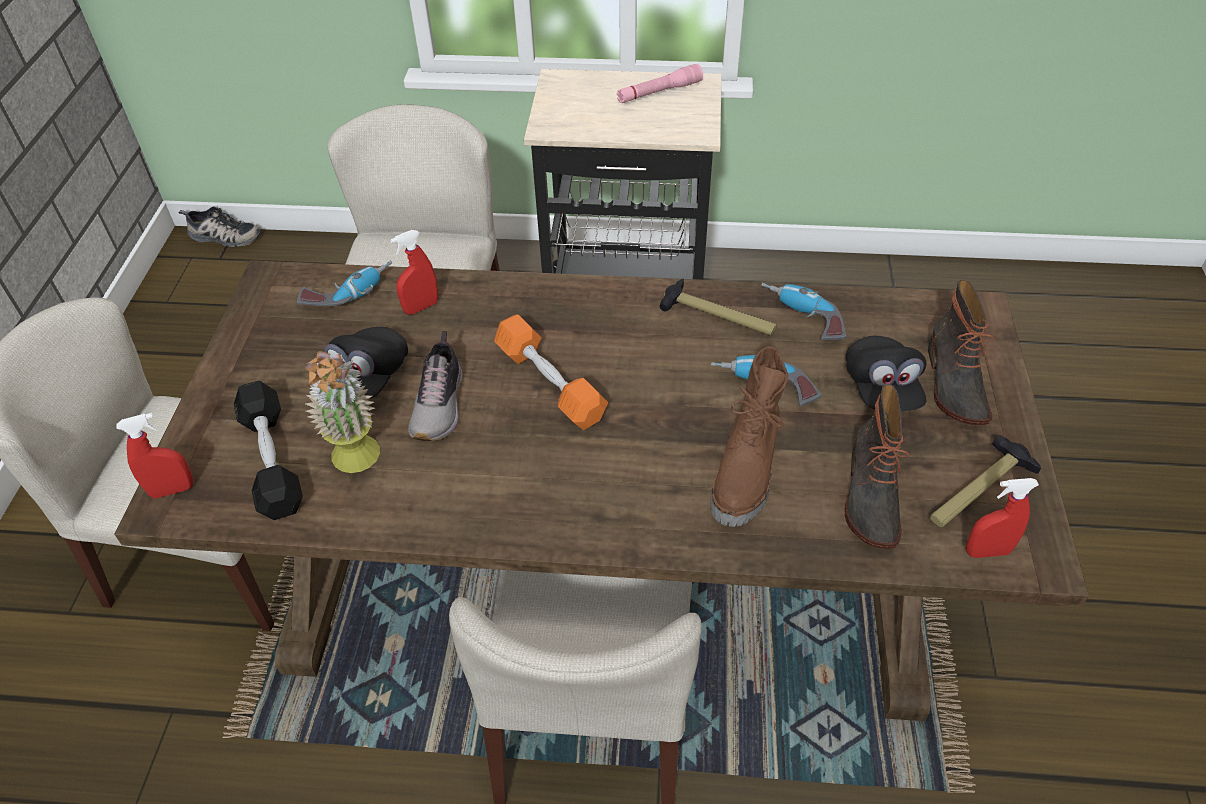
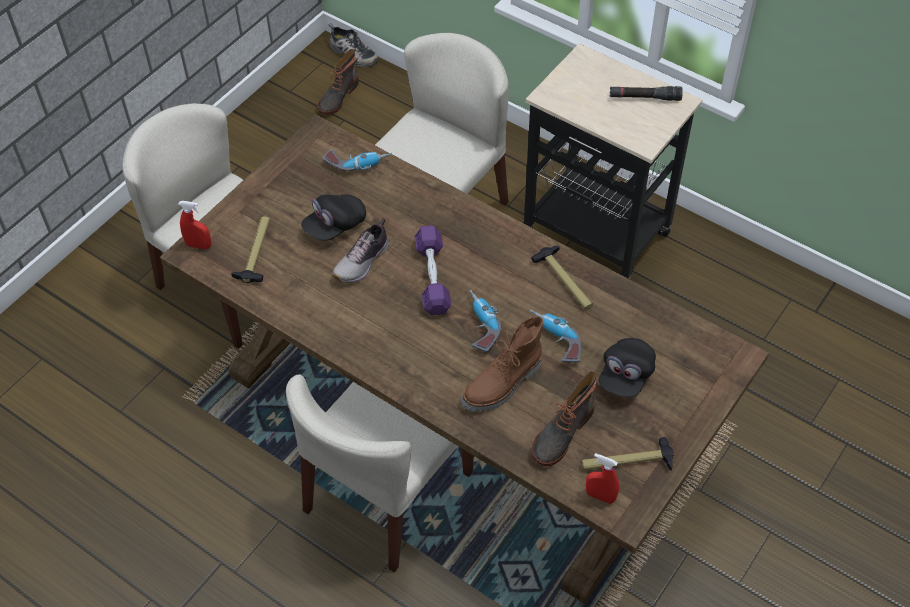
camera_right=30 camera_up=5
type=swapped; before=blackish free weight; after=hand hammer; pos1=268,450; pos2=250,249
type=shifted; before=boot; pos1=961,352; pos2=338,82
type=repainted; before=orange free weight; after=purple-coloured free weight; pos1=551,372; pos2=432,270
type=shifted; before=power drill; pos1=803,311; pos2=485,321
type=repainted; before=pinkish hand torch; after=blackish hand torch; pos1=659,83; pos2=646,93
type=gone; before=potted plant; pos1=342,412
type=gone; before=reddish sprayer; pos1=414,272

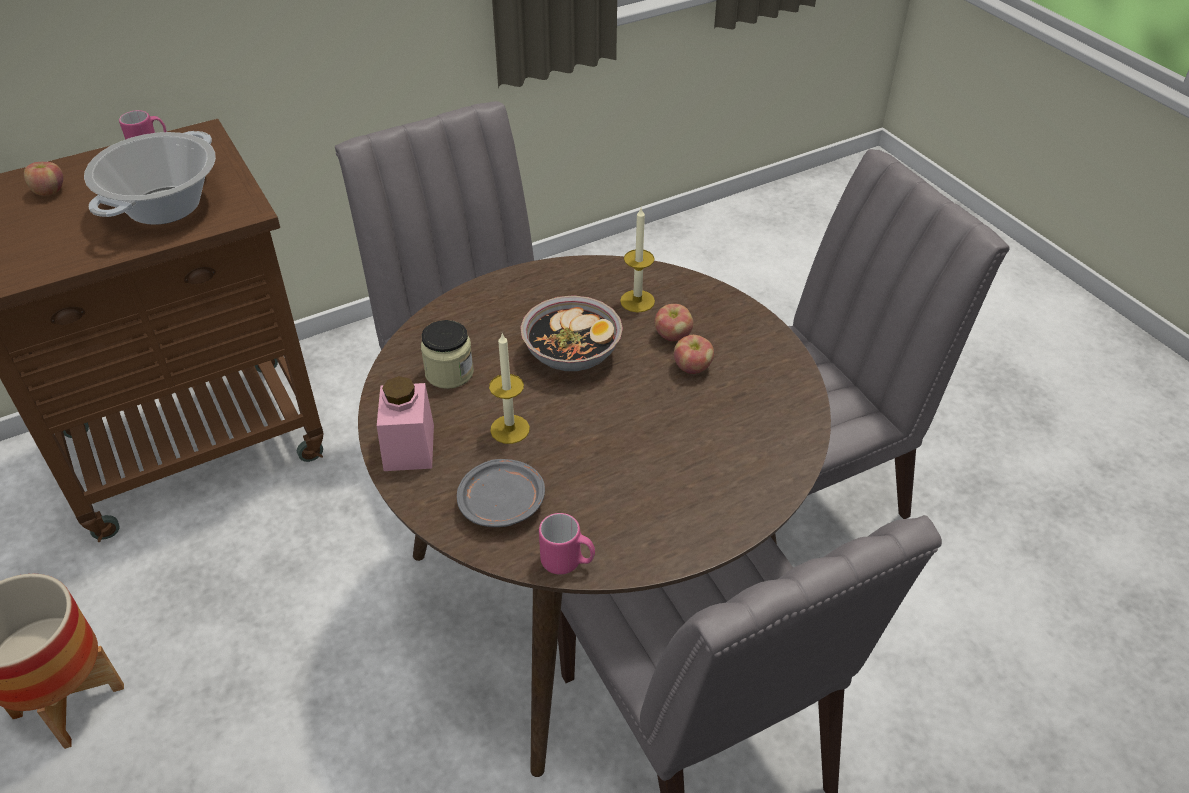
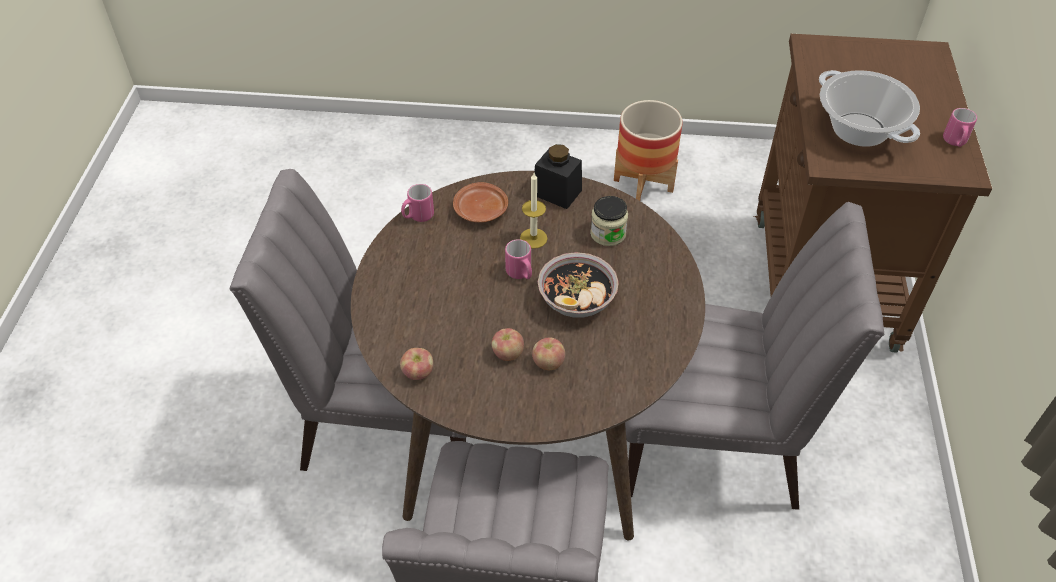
camera_right=125 camera_up=5
type=shifted; before=apple; pos1=43,179; pos2=416,364
type=repainted; before=greyish flat dish; after=brown-coloured flat dish; pos1=501,493; pos2=480,202
type=new; after=pinkish mug; pos2=518,259
type=repainted; before=pinkish jar; after=blackish jar; pos1=405,423; pos2=558,176
type=gone; before=wax candle; pos1=637,260

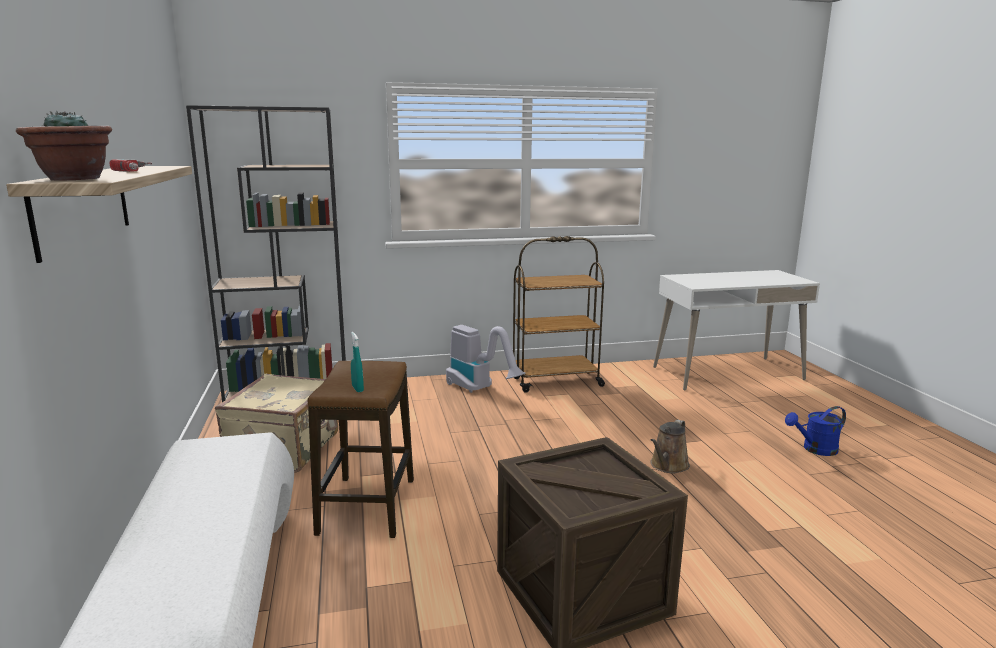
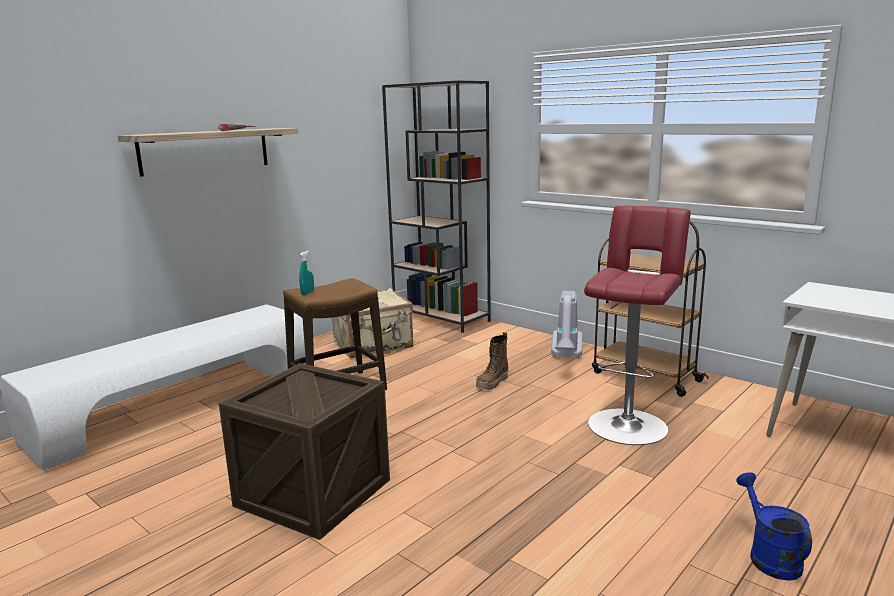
camera_right=55 camera_up=0
type=new; after=boot; pos2=492,361
type=new; after=reddish stool seat; pos2=637,325
type=rotated; before=blue sprinkling can; pos1=815,431; pos2=774,527; turn=45
type=gone; before=potted plant; pos1=64,146
type=gone; before=brown-coloured sprinkling can; pos1=670,447

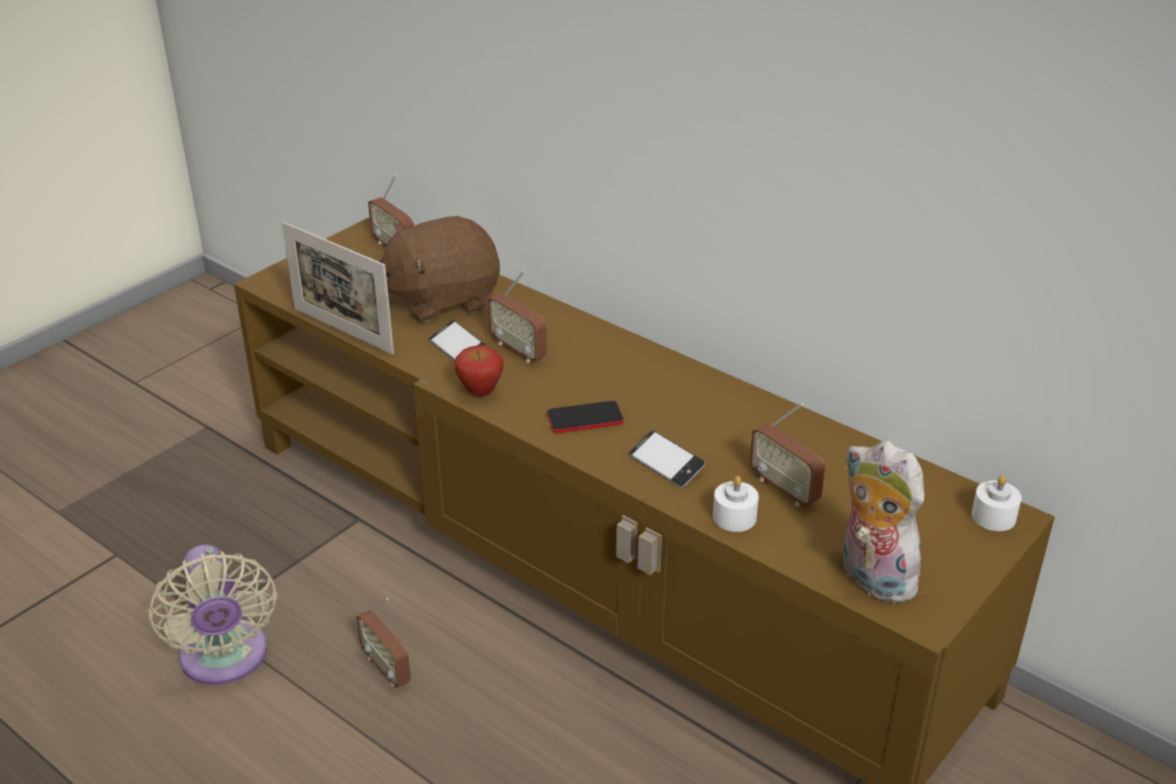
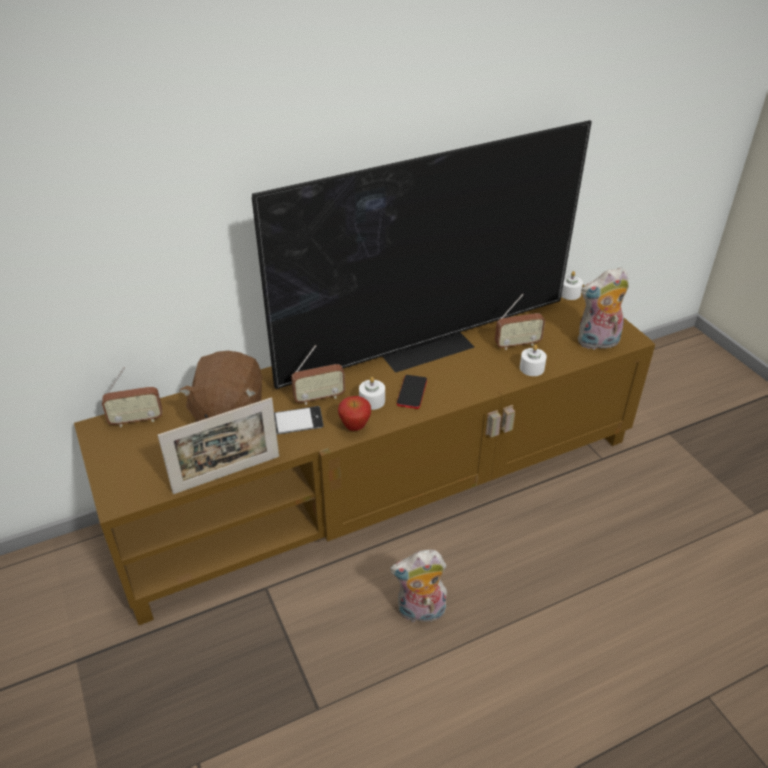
camera_right=-65 camera_up=5
type=new; after=TV; pos2=422,254
type=new; after=whitish wax candle; pos2=372,393
type=swapped; before=radio receiver; after=cuddly toy; pos1=383,643; pos2=418,586
type=gone; before=beige-coloured fan; pos1=212,615
type=gone; before=phone; pos1=667,459

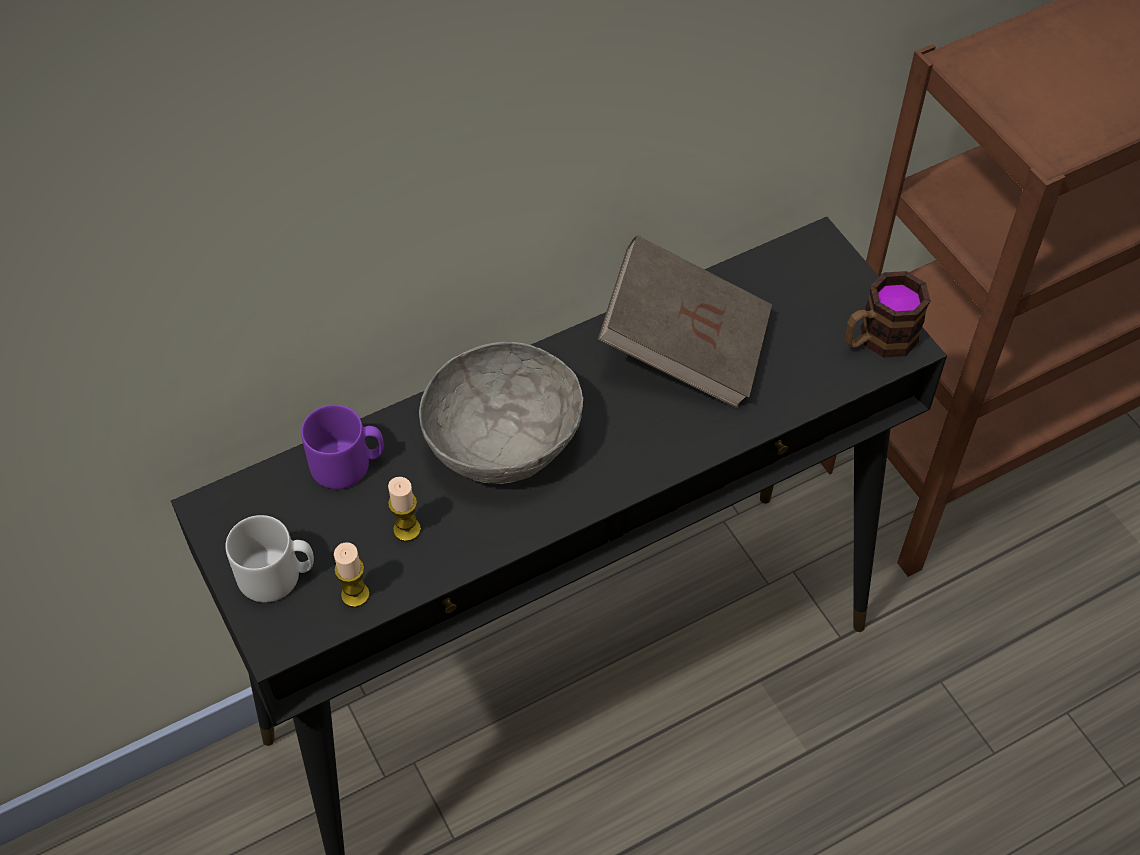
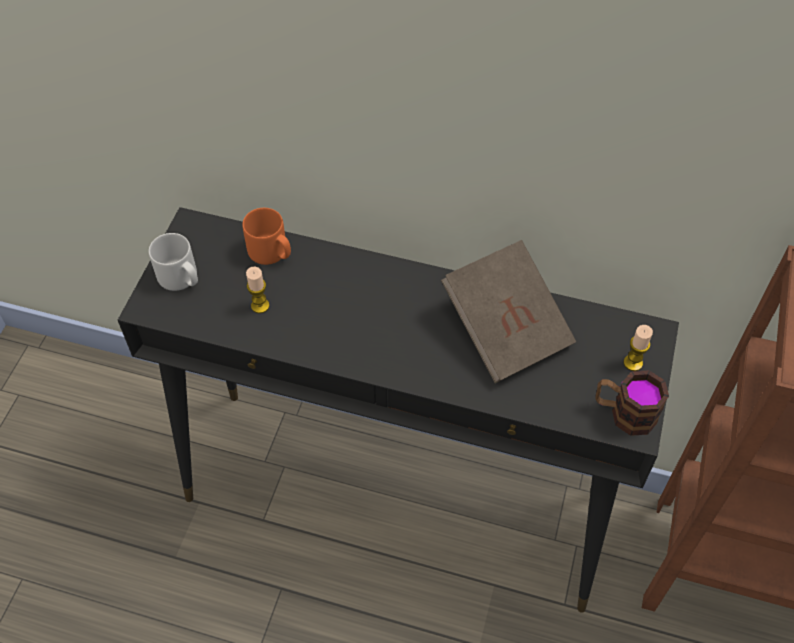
camera_right=45 camera_up=0
type=repainted; before=purple-coloured mug; after=orange mug; pos1=342,447; pos2=266,236
type=shifted; before=wax candle; pos1=352,575; pos2=638,348
type=gone; before=greyish serving bowl; pos1=501,413

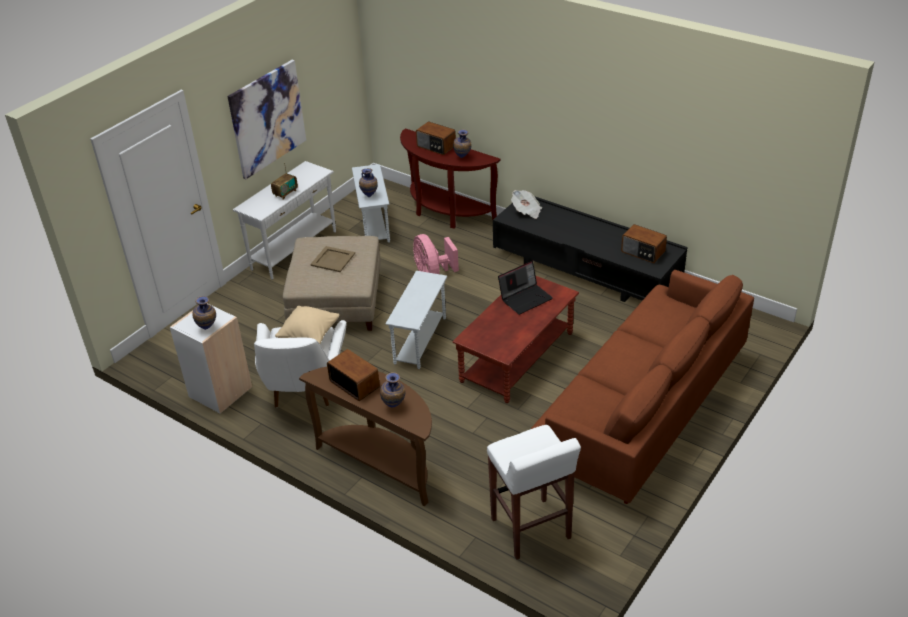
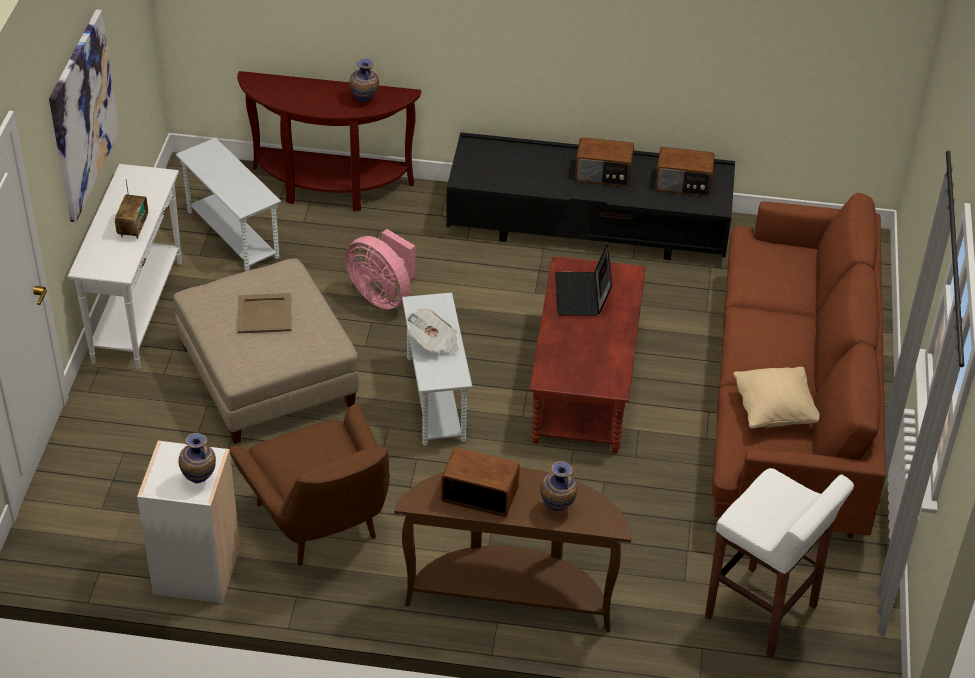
camera_right=-30 camera_up=5
type=repainted; before=whitish armchair; after=brown-coloured armchair; pos1=300,364; pos2=310,485
type=shifted; before=daily paper; pos1=526,204; pos2=433,332
type=rotated; before=portable computer; pos1=525,288; pos2=583,280; turn=150
type=shifted; before=radio receiver; pos1=436,138; pos2=604,162
type=shifted; before=beige-coloured pillow; pos1=307,325; pos2=776,397
type=gone; before=decorative vase; pos1=368,182

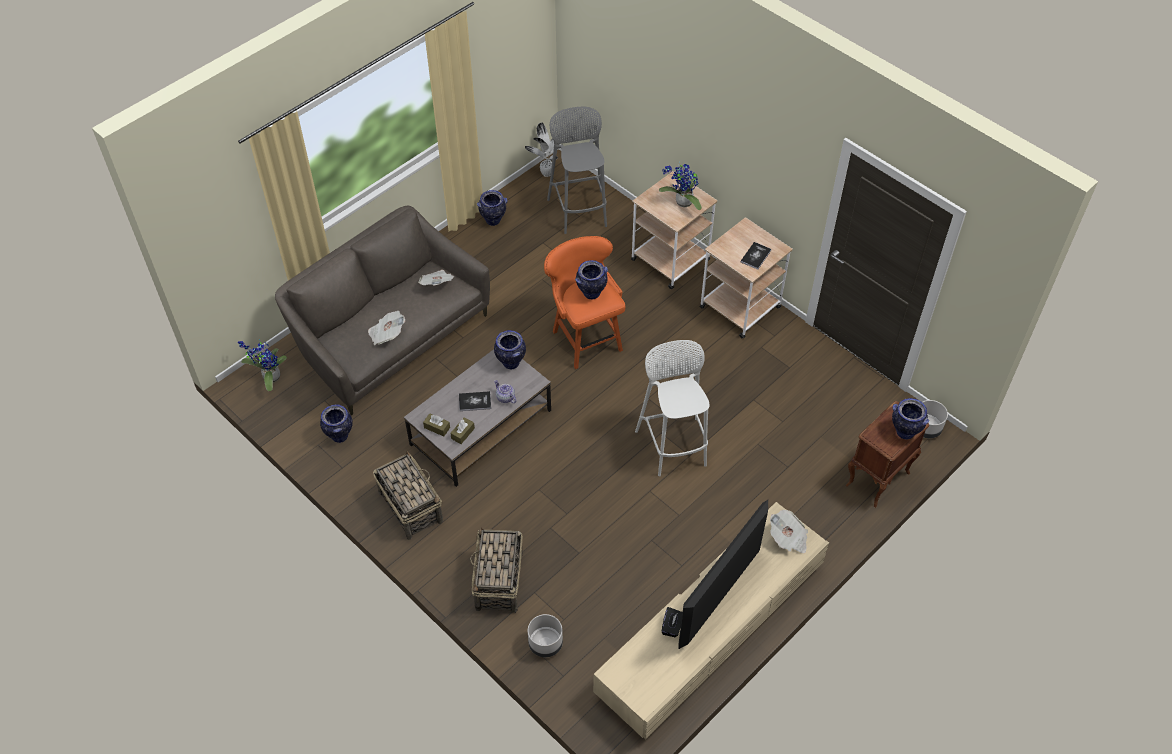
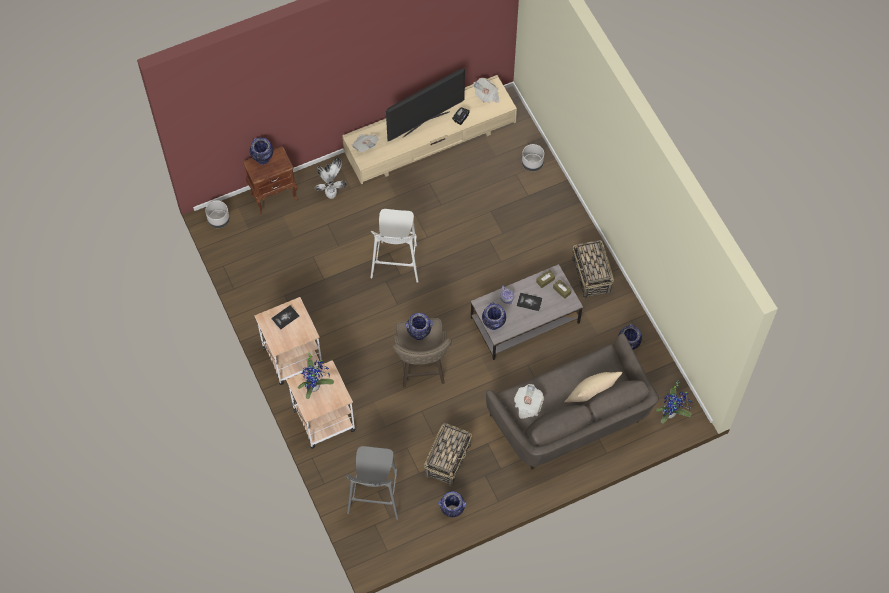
camera_right=-160 camera_up=10
type=shifted; before=potted plant; pos1=543,149; pos2=331,178
type=repainted; before=orange stool seat; after=beige-coloured stool seat; pos1=584,302; pos2=422,353
type=shifted; before=household basket; pos1=496,570; pos2=448,455
type=shifted; before=daily paper; pos1=386,328; pos2=486,90
type=new; after=beige-coloured pillow; pos2=593,387

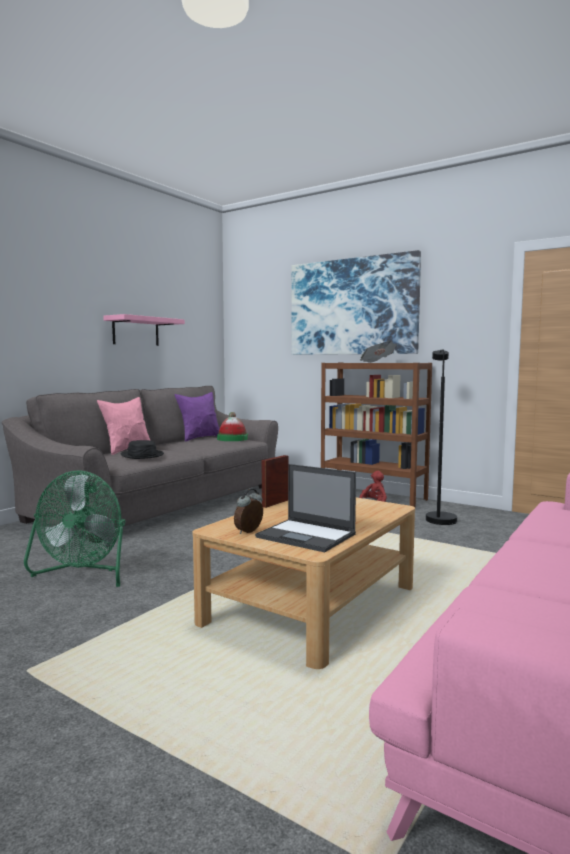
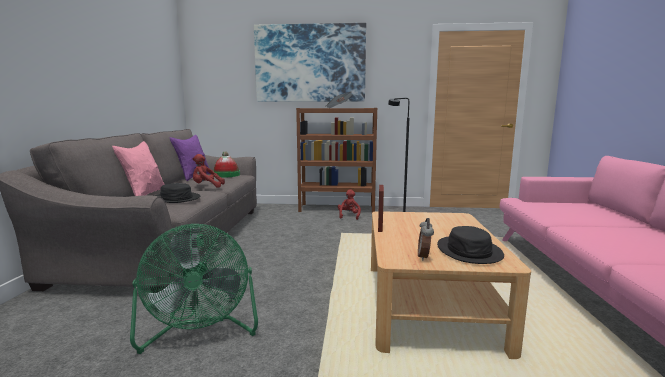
camera_right=-30 camera_up=5
type=new; after=reddish cuddly toy; pos2=208,171
type=swapped; before=portable computer; after=blackish hat; pos1=305,508; pos2=470,245
type=gone; before=pinkish wall shelf; pos1=144,330

